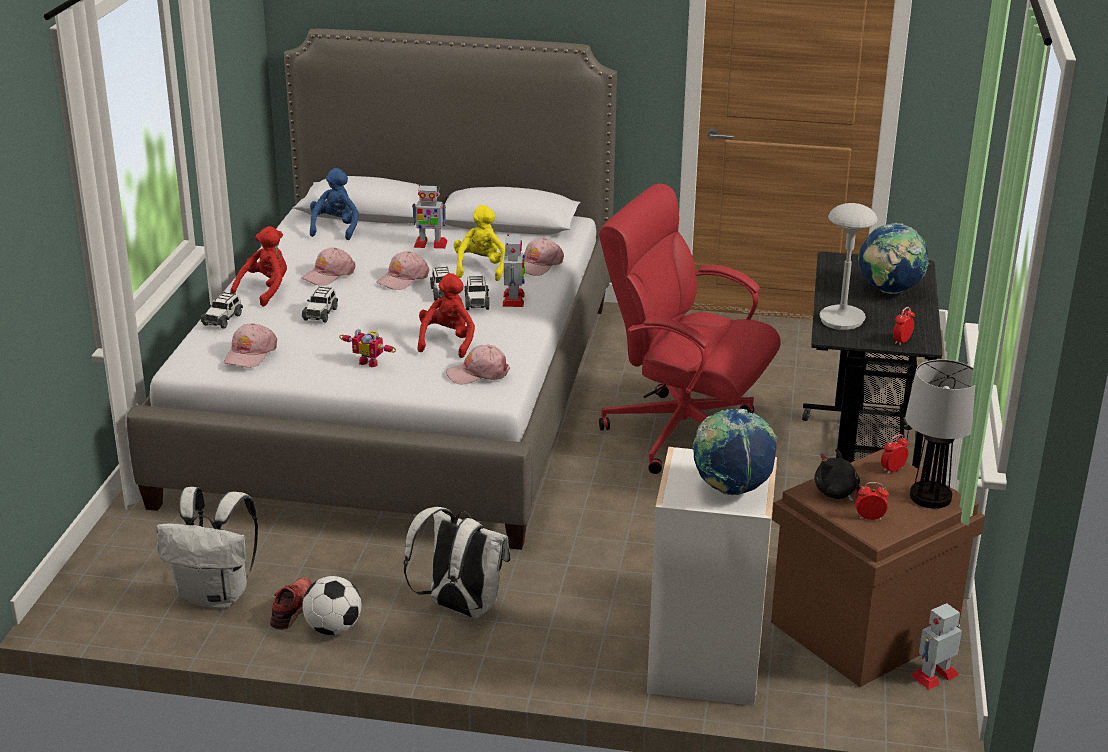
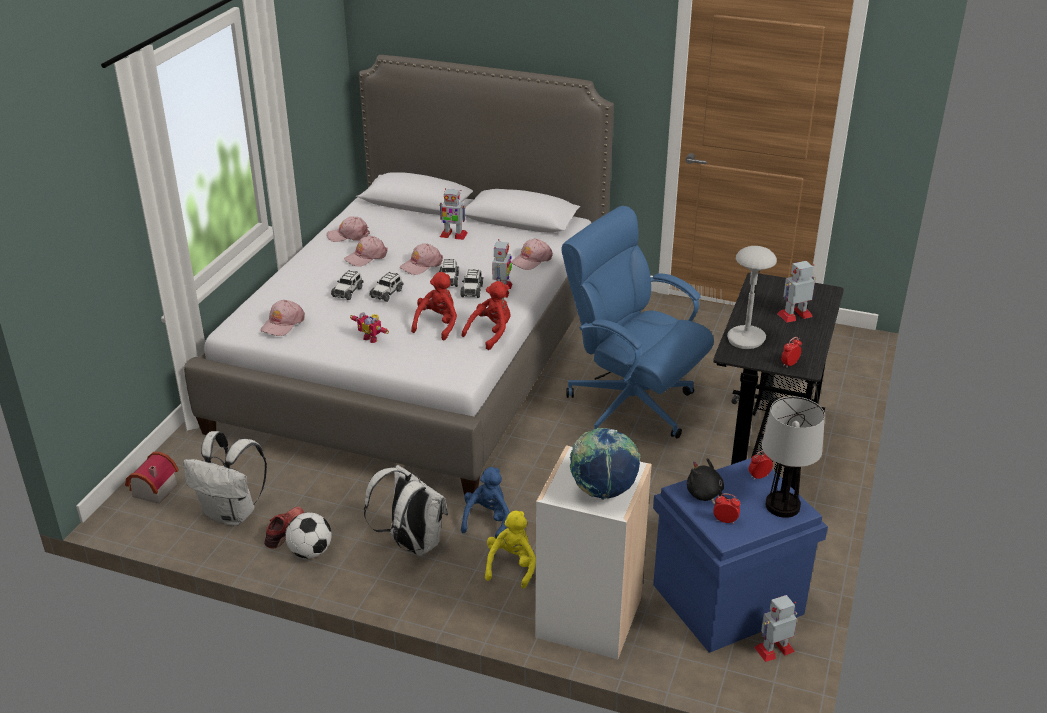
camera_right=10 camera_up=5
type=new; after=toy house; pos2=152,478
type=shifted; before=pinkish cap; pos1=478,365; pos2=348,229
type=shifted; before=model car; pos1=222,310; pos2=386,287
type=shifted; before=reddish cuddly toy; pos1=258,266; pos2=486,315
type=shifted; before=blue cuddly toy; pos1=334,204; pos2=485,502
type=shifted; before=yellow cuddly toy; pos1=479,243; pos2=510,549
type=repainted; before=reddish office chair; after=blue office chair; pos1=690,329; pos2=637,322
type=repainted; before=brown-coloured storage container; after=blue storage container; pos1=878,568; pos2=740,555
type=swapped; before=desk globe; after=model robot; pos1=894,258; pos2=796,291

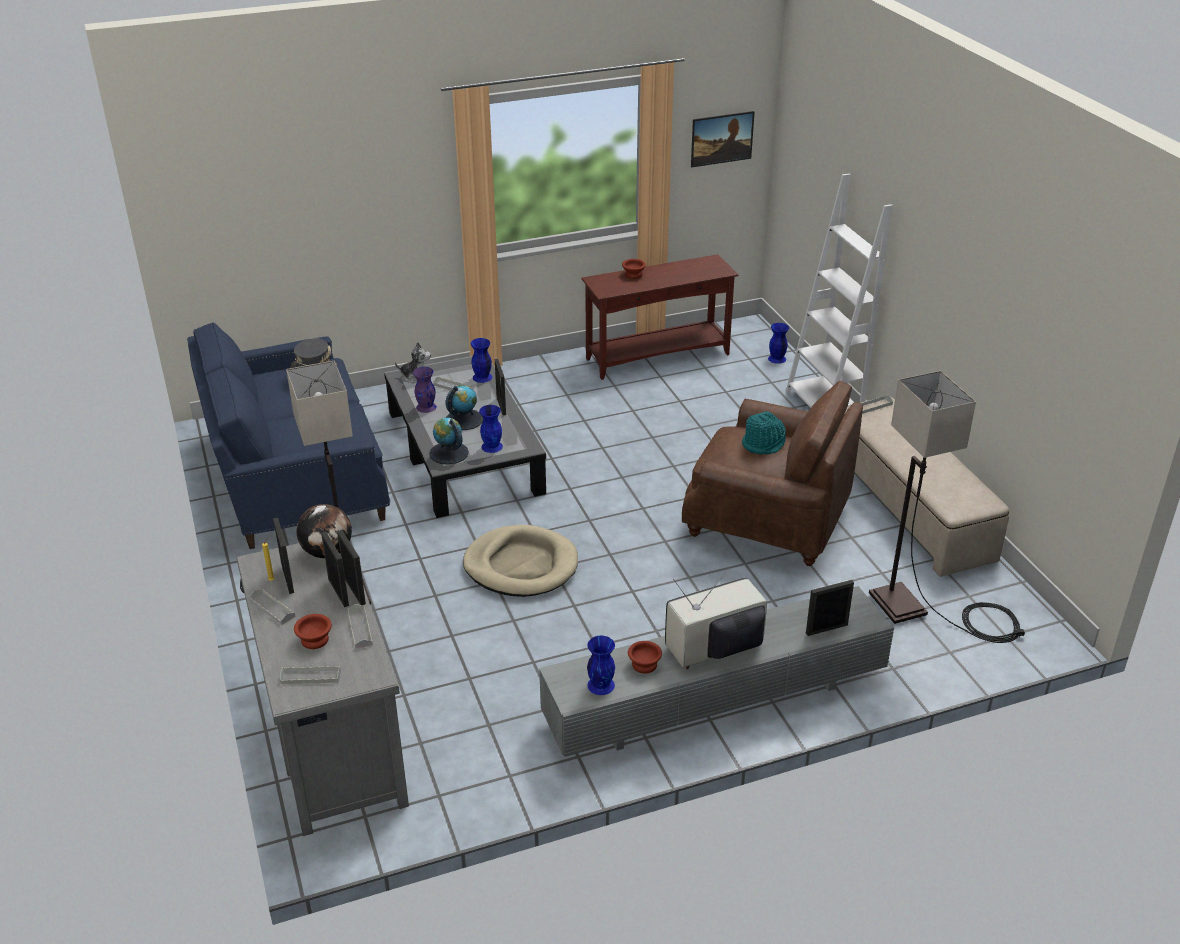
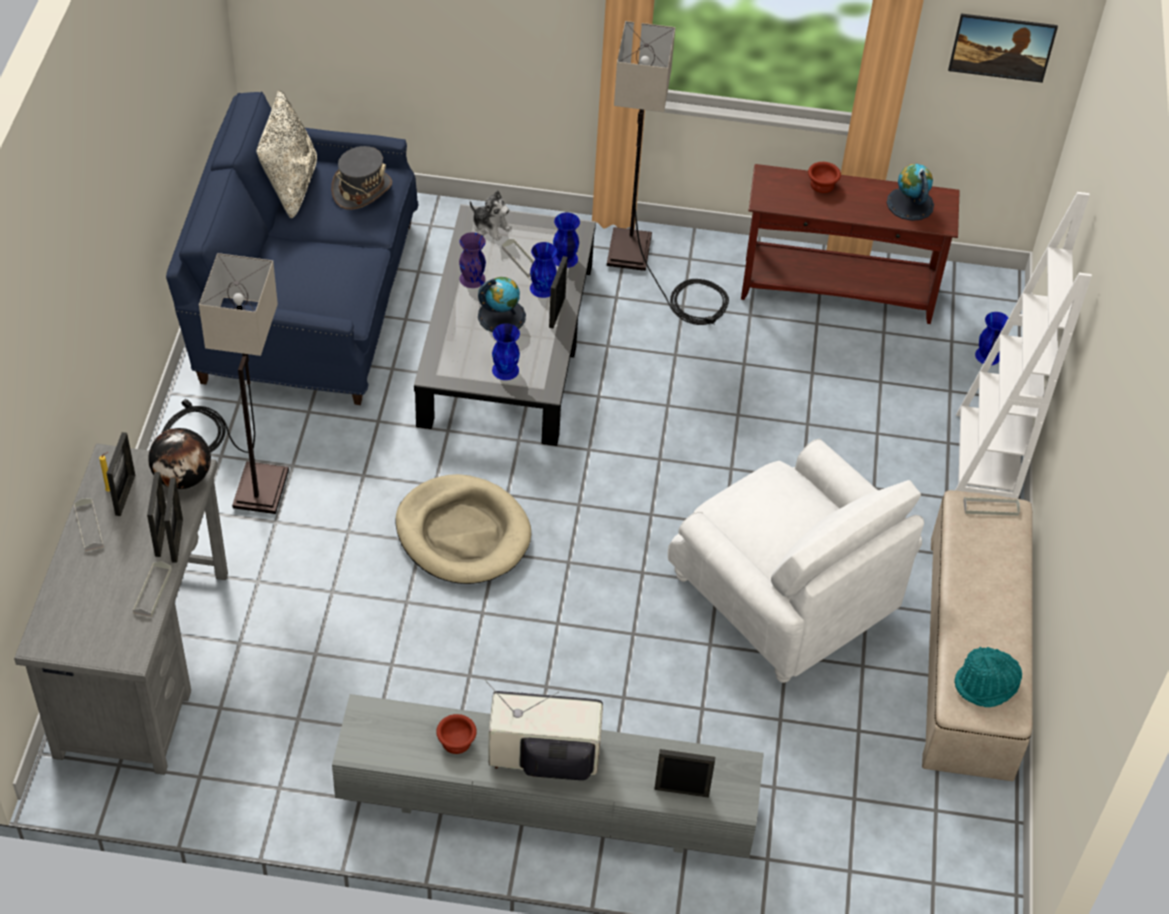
camera_right=25 camera_up=15
type=new; after=beige-coloured pillow; pos2=286,154
type=shifted; before=blue decorative vase; pos1=601,665; pos2=543,270
type=shifted; before=floor lamp; pos1=947,507; pos2=668,173
type=repainted; before=brown-coloured armchair; after=whitish armchair; pos1=772,473; pos2=796,561
type=shifted; before=desk globe; pos1=449,441; pos2=910,192
type=shifted; before=turquoise hat; pos1=764,432; pos2=988,677
type=gone; before=greyish tray; pos1=310,675
type=gone; before=brown-coloured serving bowl; pos1=313,631

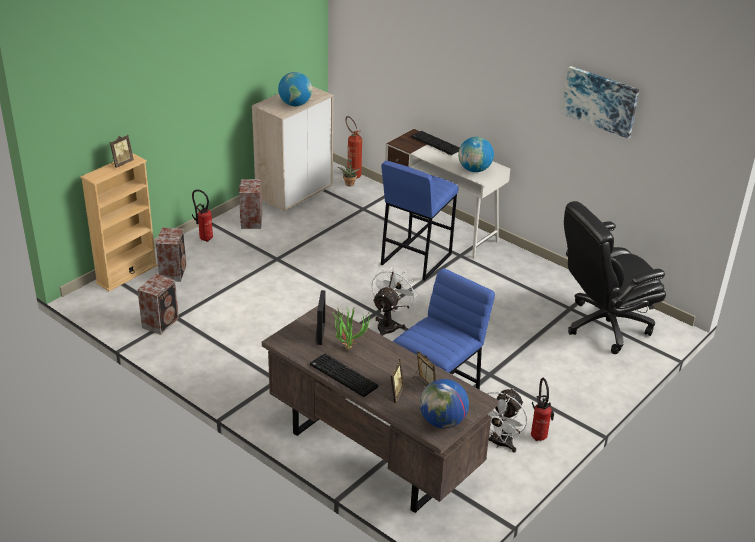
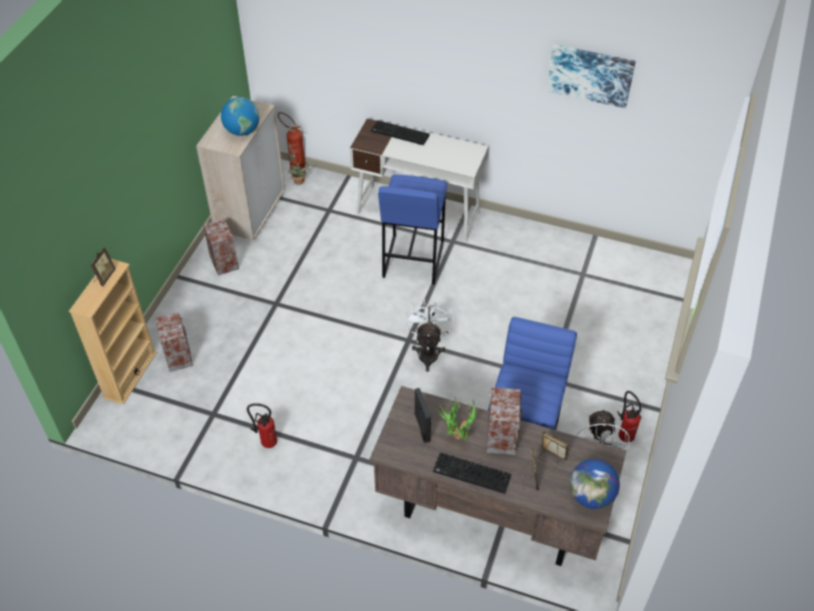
camera_right=-20 camera_up=15
type=shifted; before=fire extinguisher; pos1=202,216; pos2=262,425
type=shifted; before=speaker; pos1=158,304; pos2=504,421
type=gone; before=desk globe; pos1=476,154
type=gone; before=blackish office chair; pos1=615,277

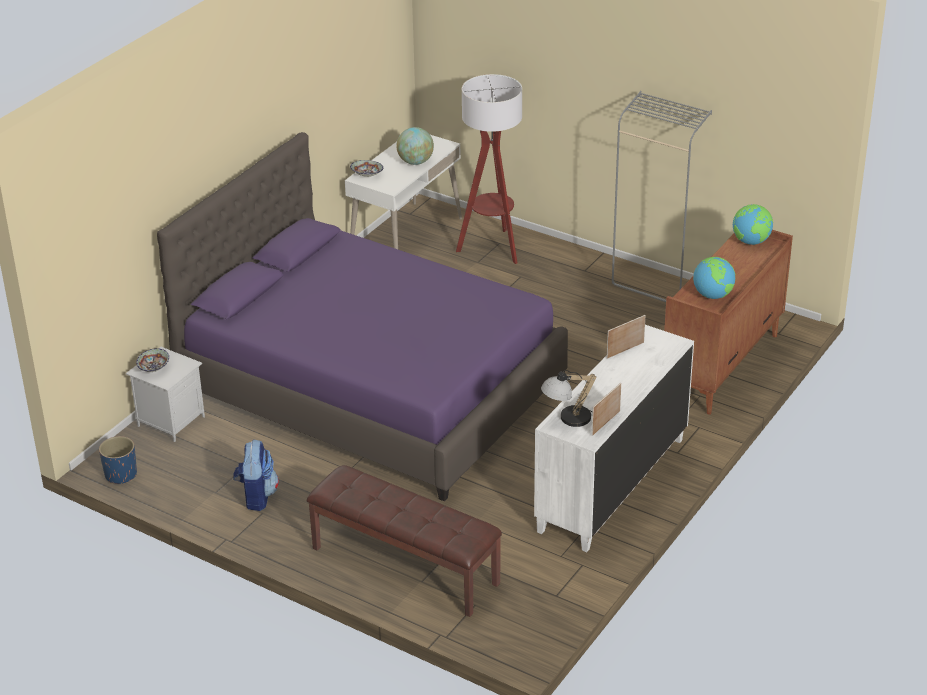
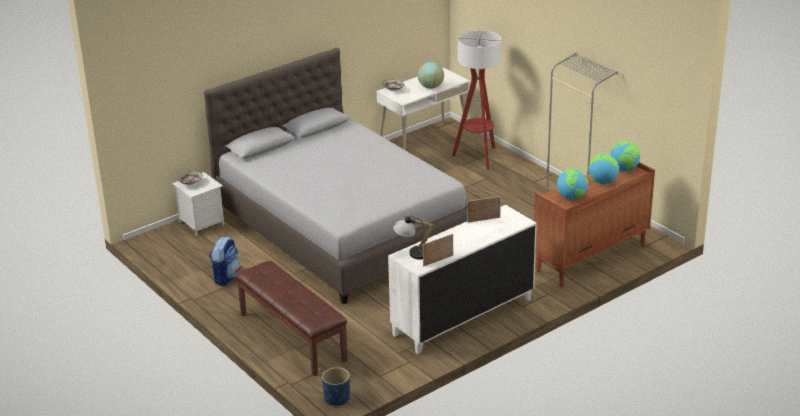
camera_right=20 camera_up=-5
type=repainted; before=purple-coloured bed; after=greyish bed; pos1=362,316; pos2=335,176
type=shifted; before=blue plant pot; pos1=118,460; pos2=336,386
type=new; after=desk globe; pos2=603,169

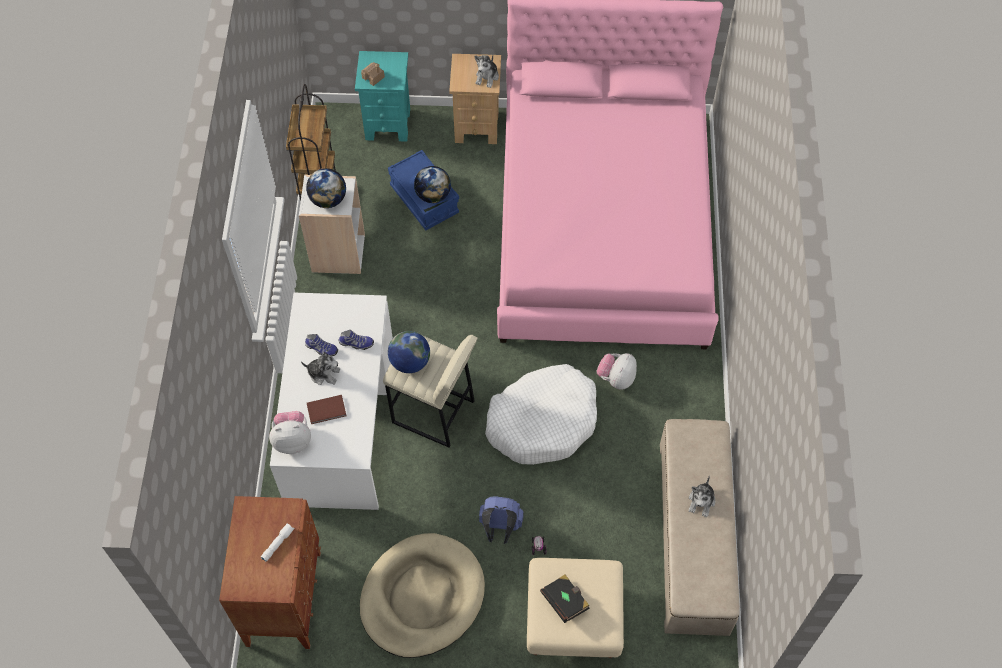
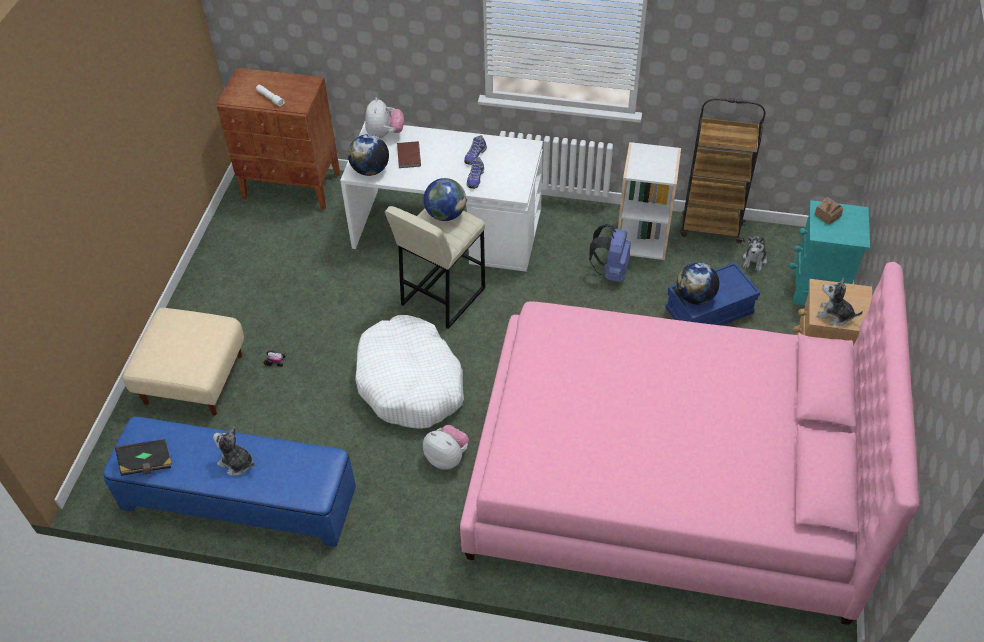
camera_right=100 camera_up=-10
type=repainted; before=beige-coloured indoor bench; after=blue indoor bench; pos1=700,527; pos2=229,482
type=shifted; before=blackish bound book; pos1=565,599; pos2=143,457
type=shifted; before=desk globe; pos1=326,188; pos2=368,155
type=shifted; before=blue backpack; pos1=501,520; pos2=610,253
type=shifted; before=cuddly toy; pos1=320,368; pos2=755,253
type=gone; before=beige-coloured dog cushion; pos1=422,595

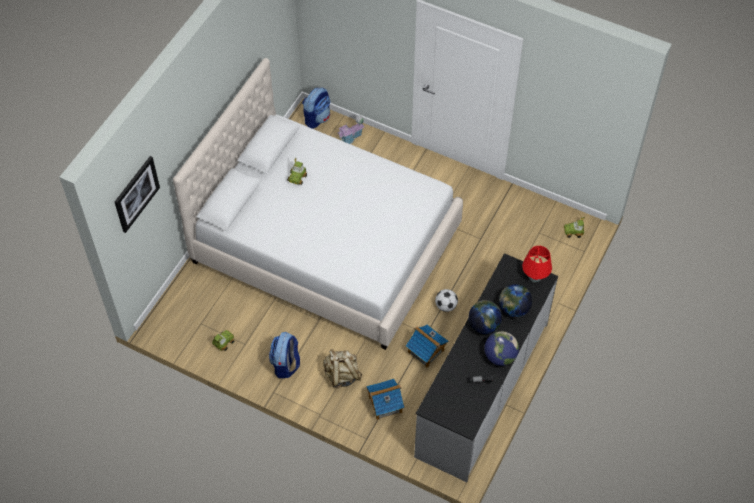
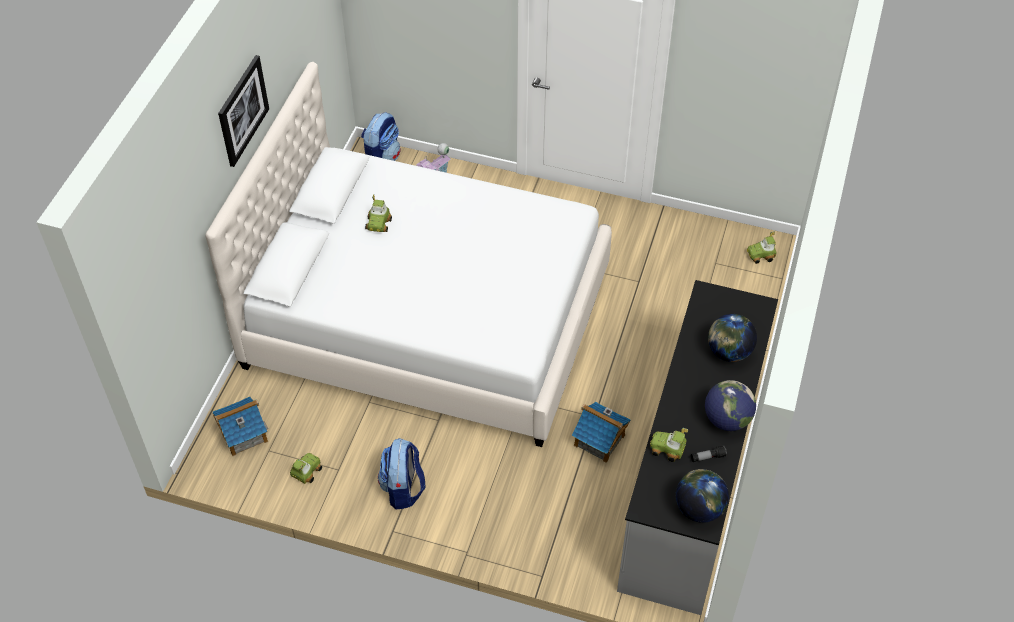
camera_right=-10 camera_up=-5
type=shifted; before=toy house; pos1=385,399; pos2=240,426
type=shifted; before=wall art; pos1=137,194; pos2=243,111
type=new; after=model car; pos2=669,445
type=shifted; before=desk globe; pos1=485,317; pos2=702,496
type=gone; before=beige-coloured backpack; pos1=342,368
type=gone; before=football ball; pos1=446,300
type=gone; before=reddish lamp for a table; pos1=537,264

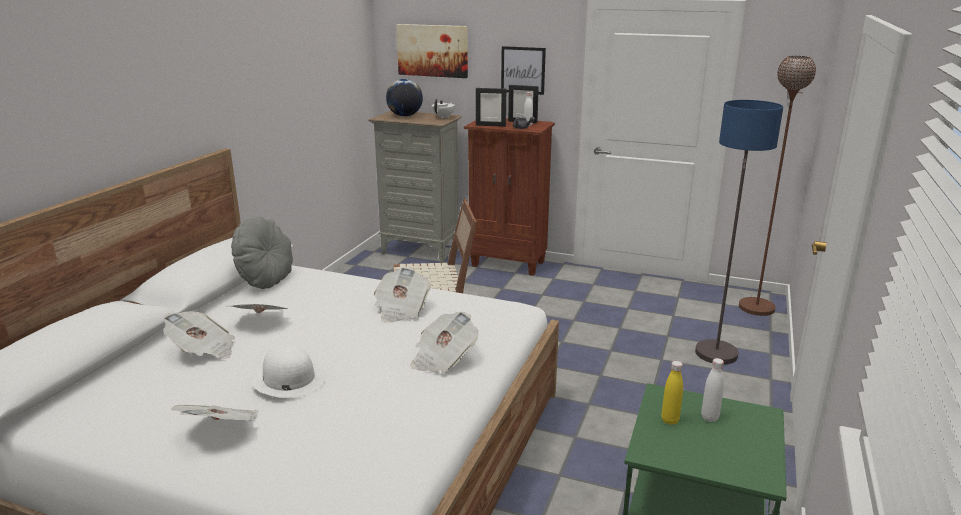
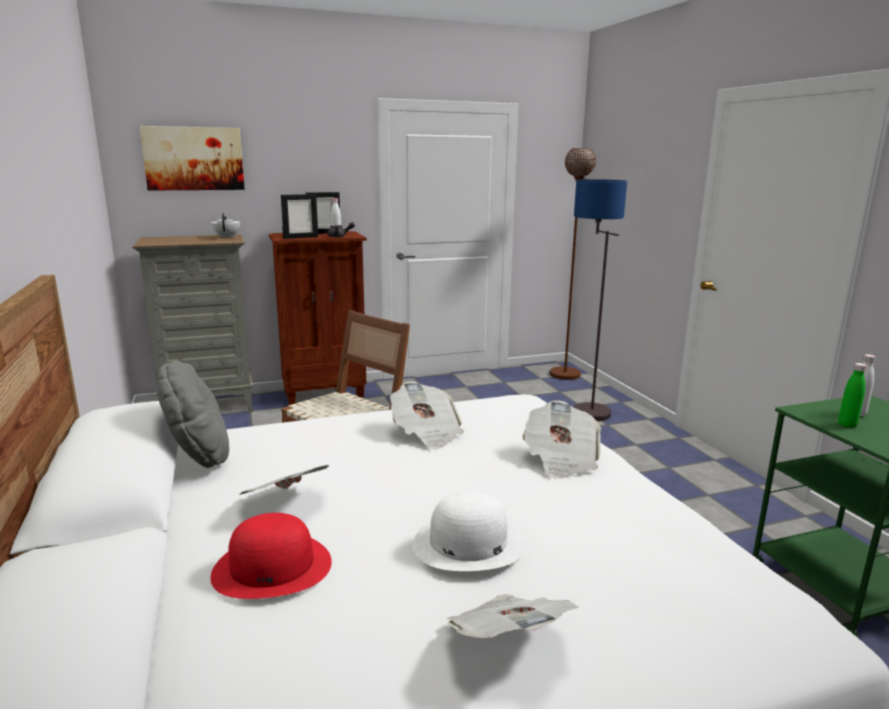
camera_right=-40 camera_up=-5
type=swapped; before=daily paper; after=reddish hat; pos1=199,335; pos2=271,556
type=repainted; before=yellow drink bottle; after=green drink bottle; pos1=672,393; pos2=852,395
type=gone; before=desk globe; pos1=404,98
type=gone; before=wall art; pos1=523,70

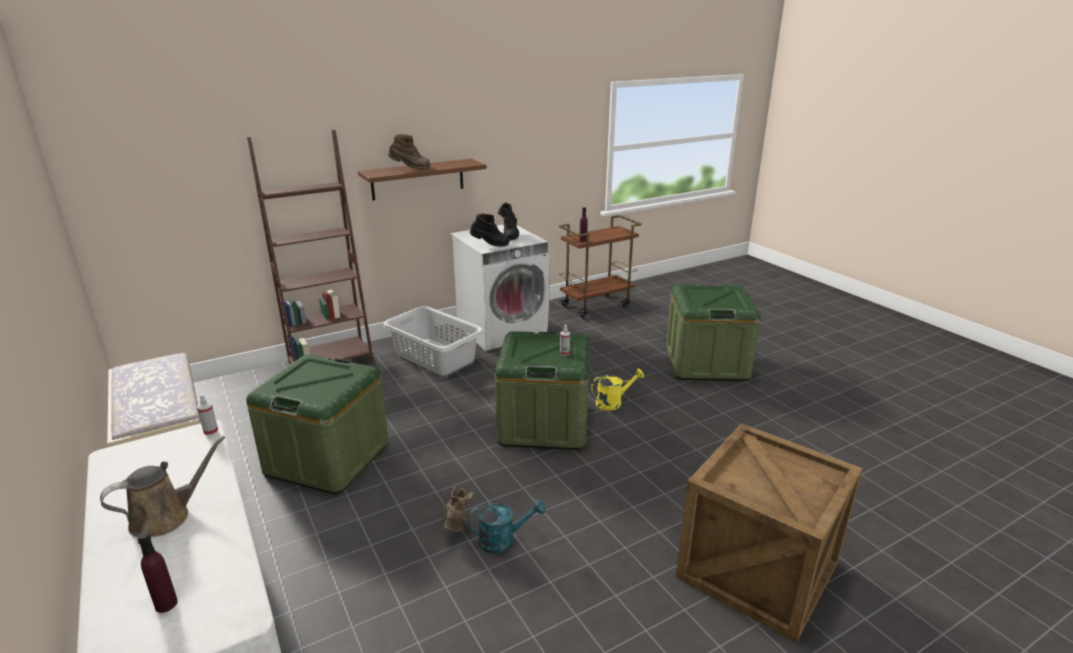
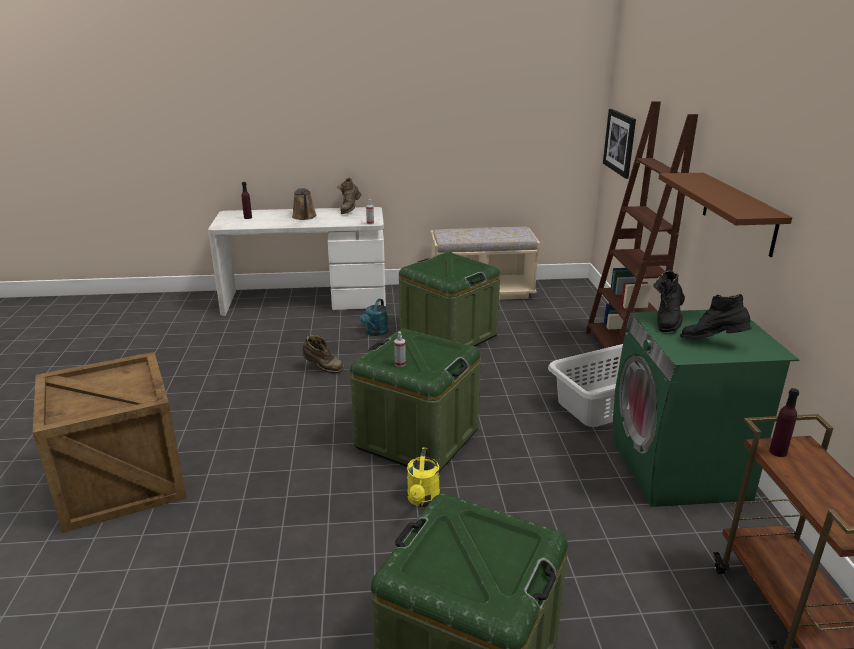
camera_right=115 camera_up=0
type=shifted; before=brown-coloured boot; pos1=409,152; pos2=349,195
type=shifted; before=turquoise sprinkling can; pos1=506,527; pos2=374,317
type=new; after=wall art; pos2=619,144
type=repainted; before=whitish washing machine; after=green washing machine; pos1=499,287; pos2=706,408

